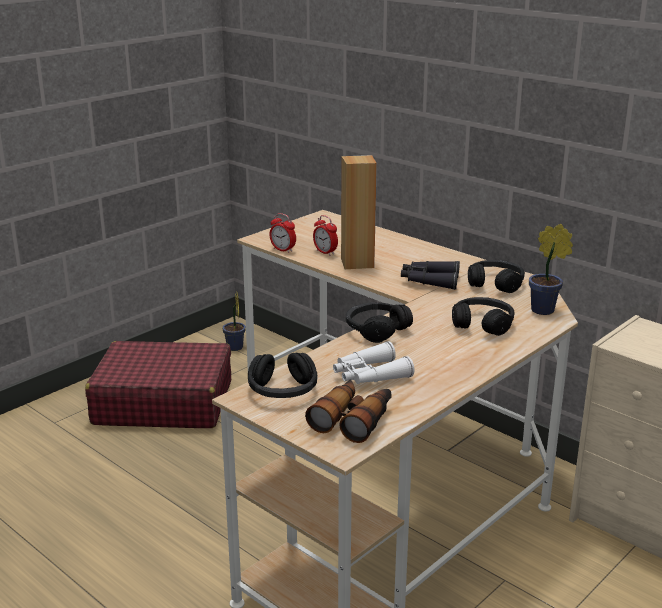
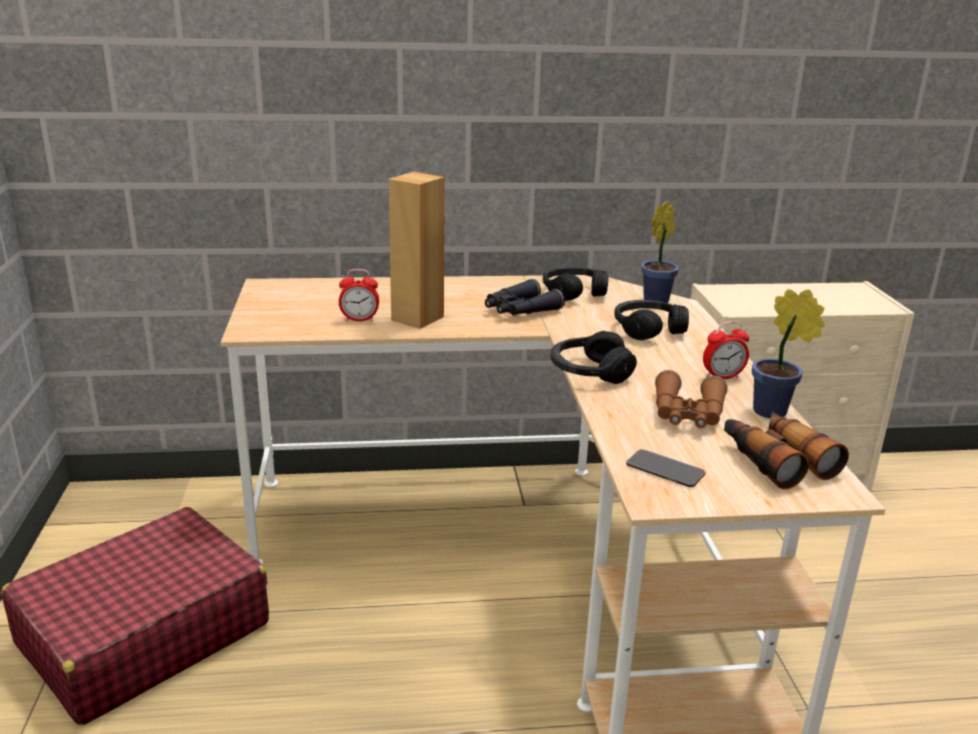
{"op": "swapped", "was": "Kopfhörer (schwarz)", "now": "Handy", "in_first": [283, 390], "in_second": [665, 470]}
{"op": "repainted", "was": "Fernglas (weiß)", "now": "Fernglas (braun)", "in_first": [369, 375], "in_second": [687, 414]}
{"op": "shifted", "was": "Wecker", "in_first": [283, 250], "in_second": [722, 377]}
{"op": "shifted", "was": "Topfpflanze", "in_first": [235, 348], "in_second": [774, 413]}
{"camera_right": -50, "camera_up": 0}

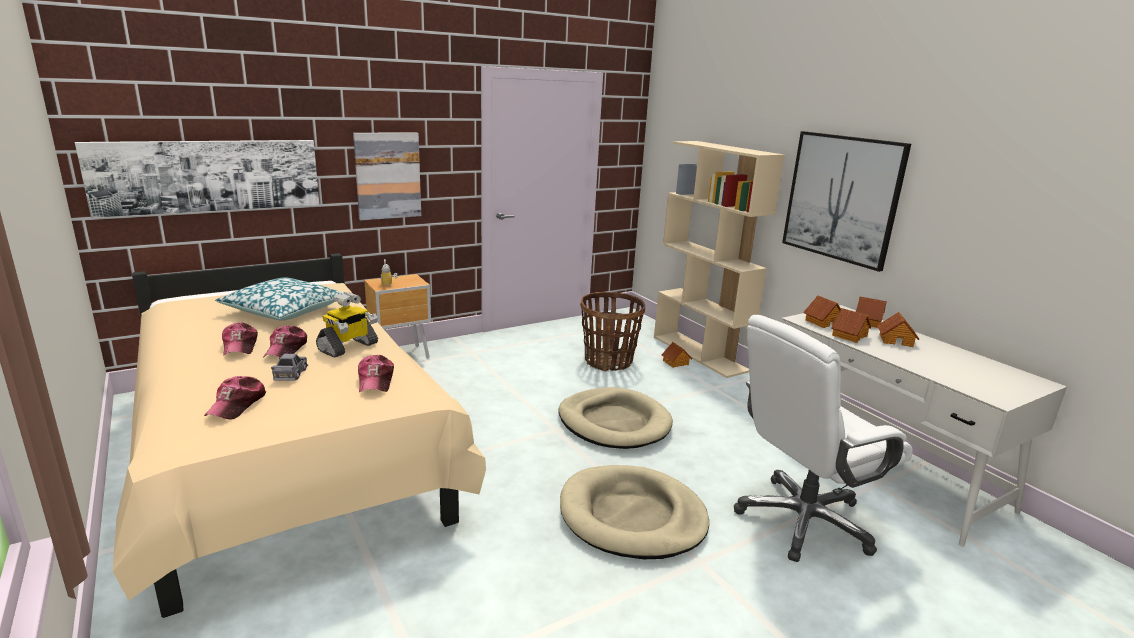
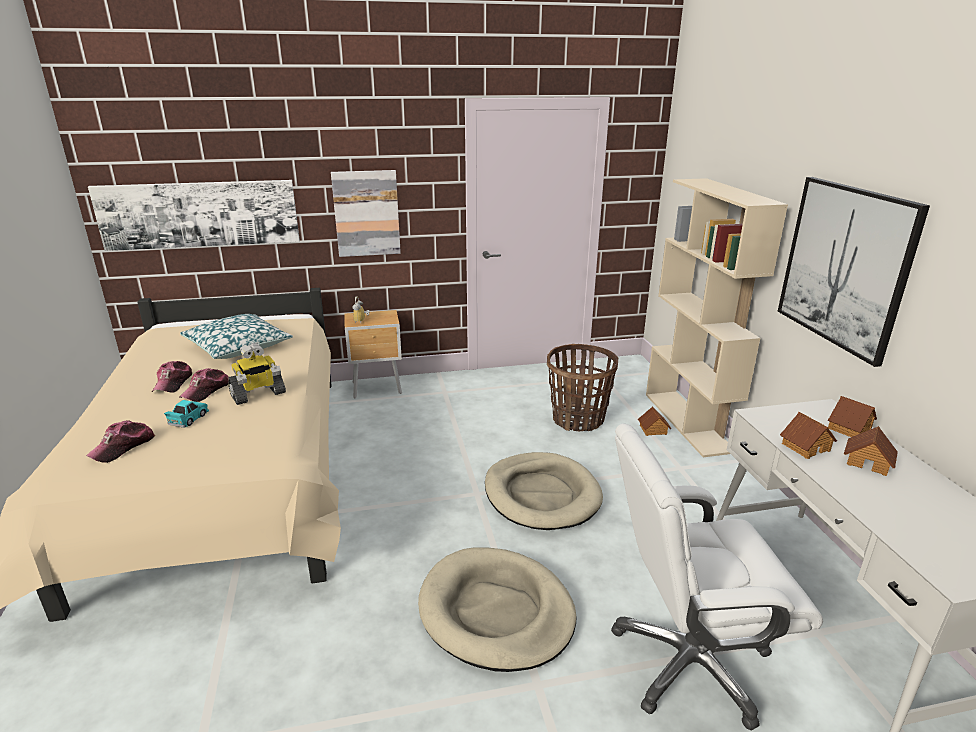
{"op": "repainted", "was": "Spielzeugauto (grau)", "now": "Spielzeugauto (türkis)", "in_first": [291, 374], "in_second": [189, 419]}
{"op": "gone", "was": "Kappe", "in_first": [376, 381]}
{"op": "gone", "was": "Spielzeughaus", "in_first": [822, 322]}
{"camera_right": 20, "camera_up": 5}

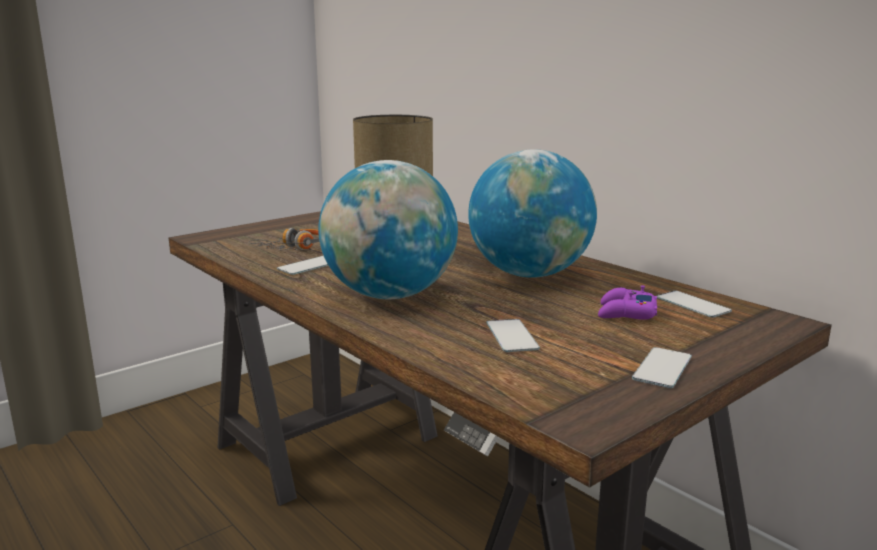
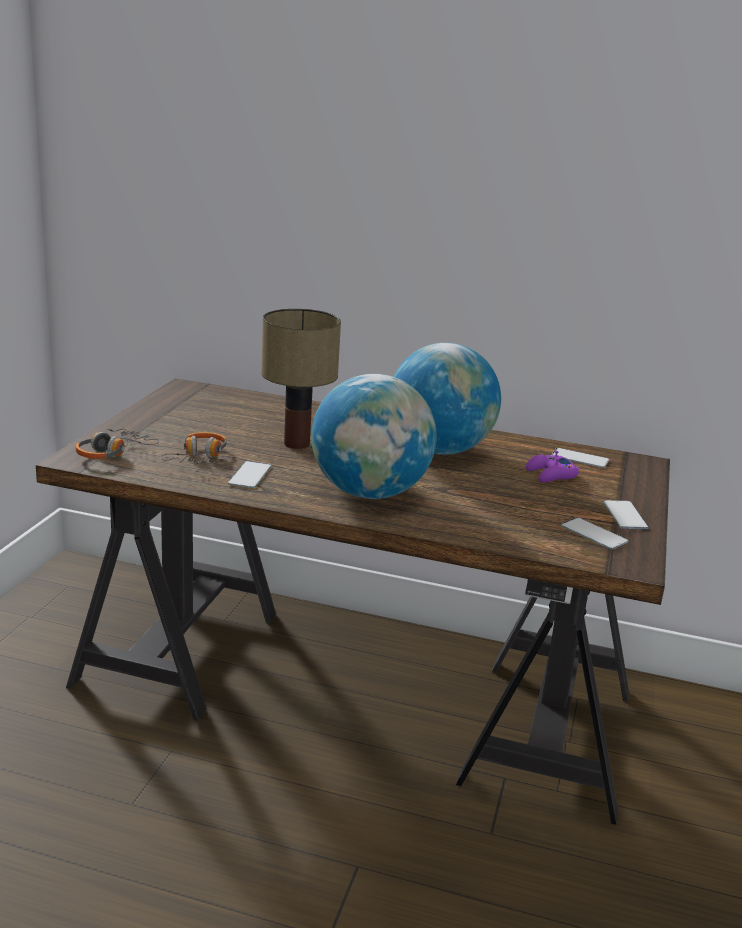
{"op": "new", "now": "Kopfhörer", "in_second": [113, 452]}
{"op": "shifted", "was": "Handy", "in_first": [511, 336], "in_second": [593, 534]}
{"camera_right": -35, "camera_up": 5}

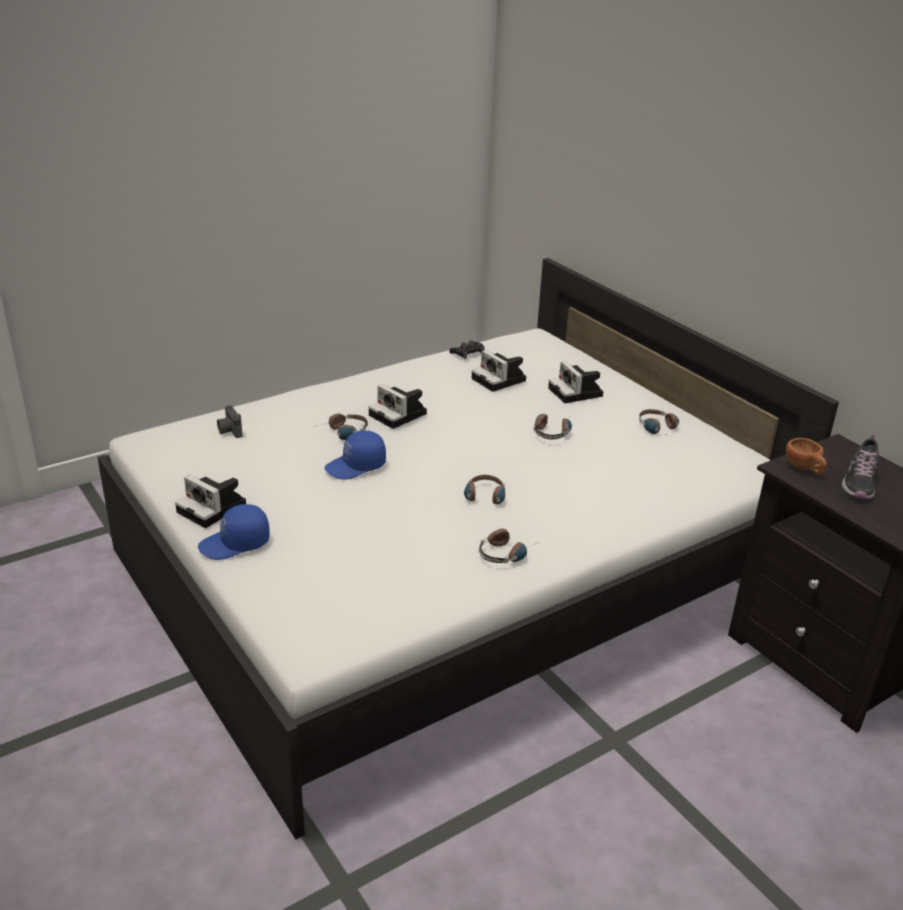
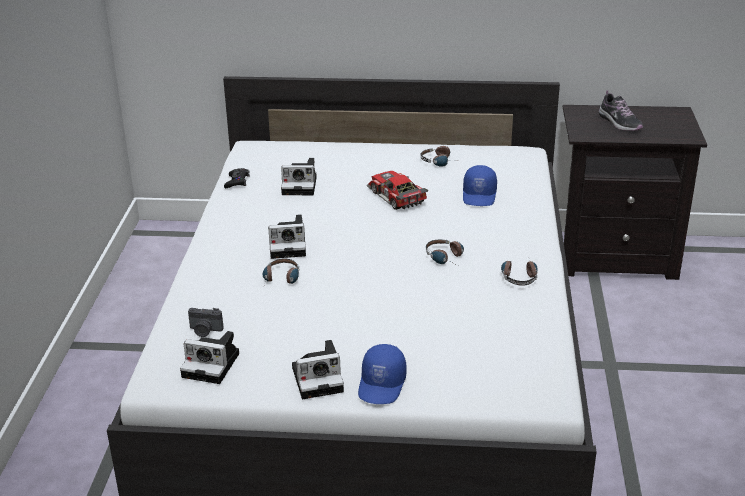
{"op": "shifted", "was": "Kamera", "in_first": [577, 393], "in_second": [213, 365]}
{"op": "swapped", "was": "Kopfhörer", "now": "Spielzeugauto", "in_first": [552, 431], "in_second": [395, 197]}
{"op": "shifted", "was": "Kappe (blau)", "in_first": [356, 466], "in_second": [480, 195]}
{"op": "gone", "was": "Tasse (braun)", "in_first": [804, 468]}
{"camera_right": -50, "camera_up": 0}

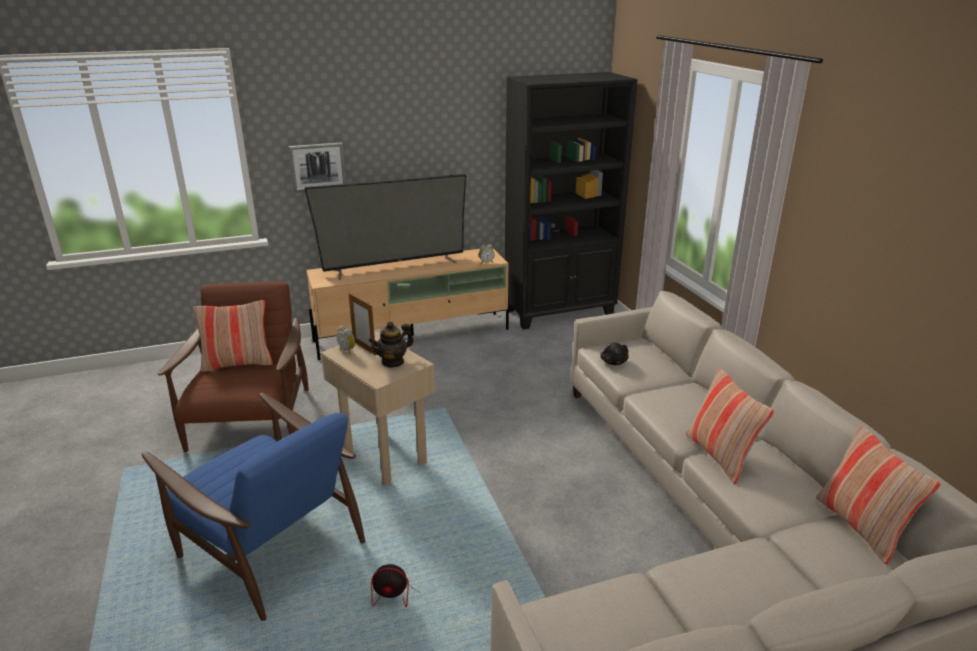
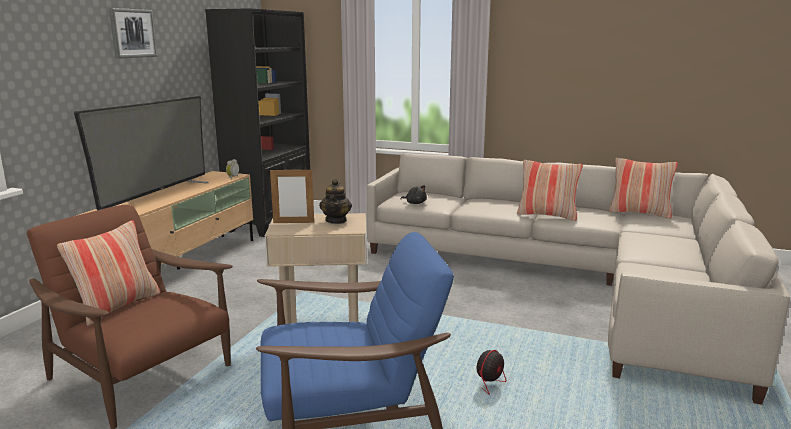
{"op": "shifted", "was": "Bild", "in_first": [318, 167], "in_second": [132, 33]}
{"op": "gone", "was": "Wecker", "in_first": [348, 350]}
{"camera_right": -50, "camera_up": -10}

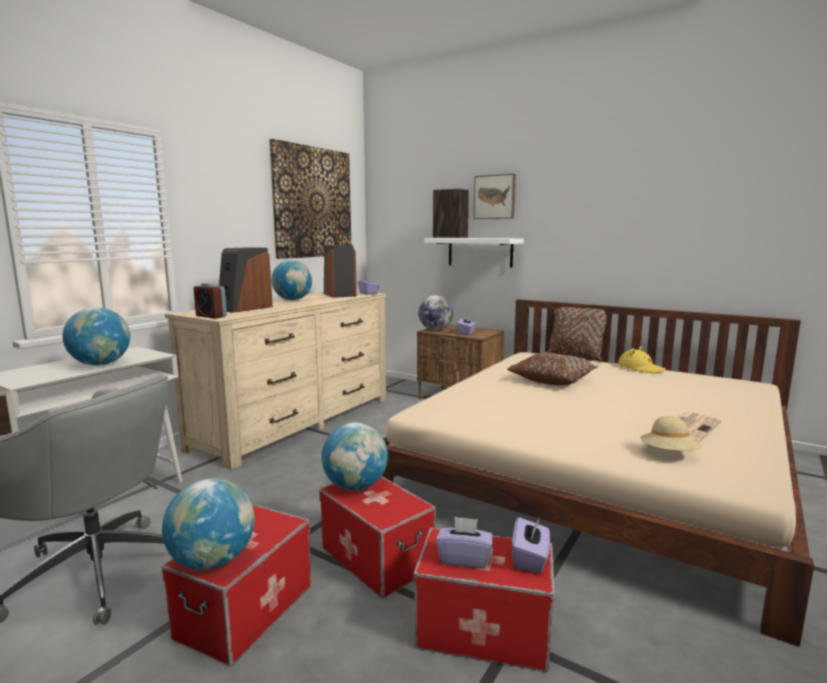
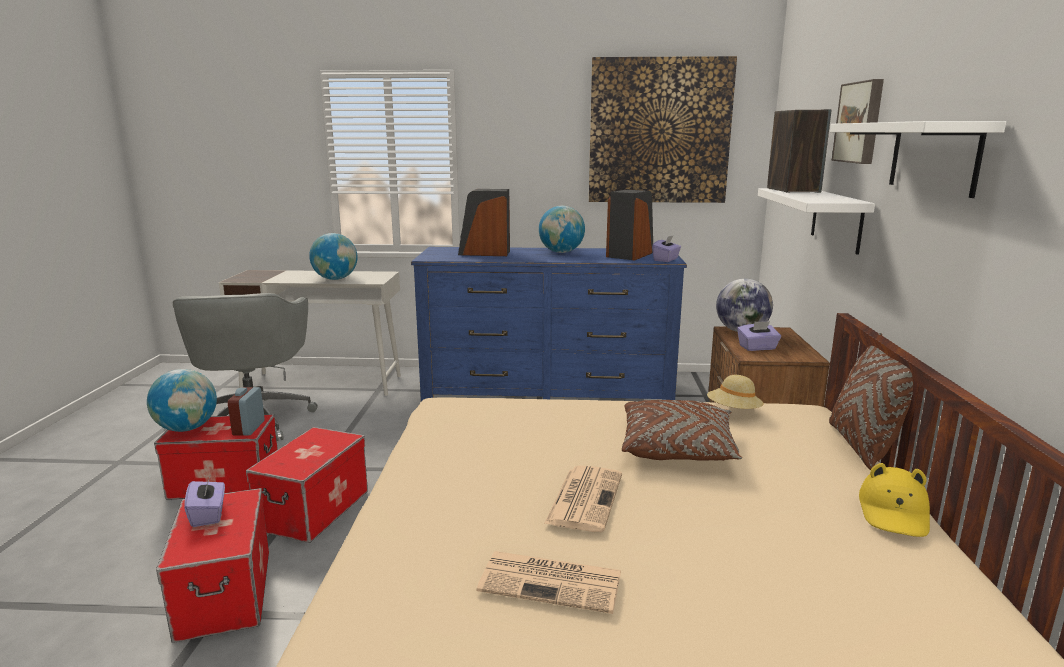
{"op": "shifted", "was": "Wecker", "in_first": [211, 316], "in_second": [249, 428]}
{"op": "repainted", "was": "Kommode (beige)", "now": "Kommode (blau)", "in_first": [297, 422], "in_second": [547, 390]}
{"op": "new", "now": "Zeitung", "in_second": [584, 498]}
{"op": "shifted", "was": "Hut (beige)", "in_first": [669, 454], "in_second": [733, 411]}
{"op": "new", "now": "Wandregal (weiß)", "in_second": [933, 157]}
{"op": "gone", "was": "Globus", "in_first": [355, 486]}
{"op": "gone", "was": "Taschentuchbox (lila)", "in_first": [530, 559]}
{"camera_right": 60, "camera_up": 5}

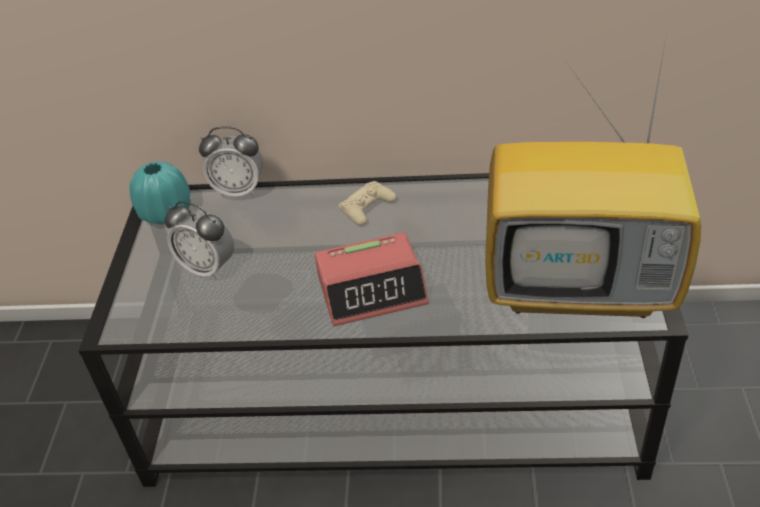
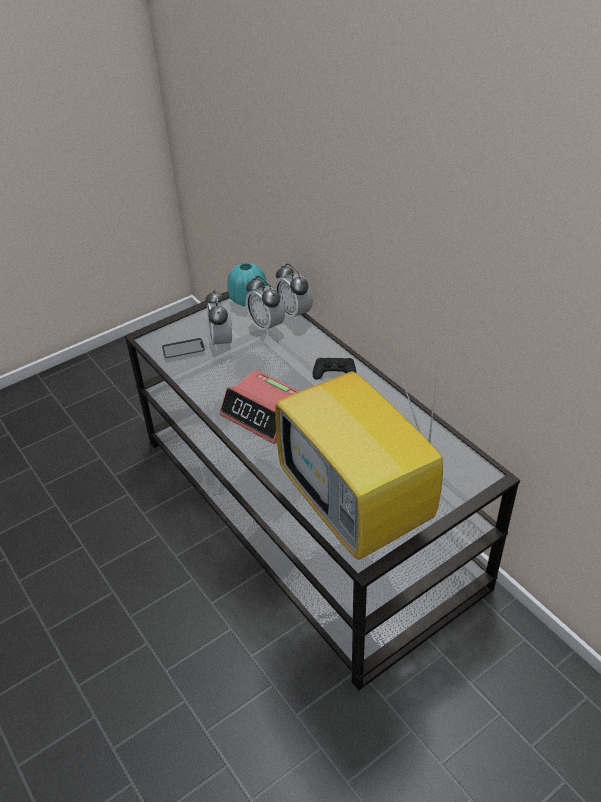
{"op": "new", "now": "Handy", "in_second": [183, 349]}
{"op": "new", "now": "Wecker", "in_second": [266, 326]}
{"op": "repainted", "was": "Gamepad (beige)", "now": "Gamepad (schwarz)", "in_first": [367, 207], "in_second": [334, 372]}
{"camera_right": 50, "camera_up": 0}

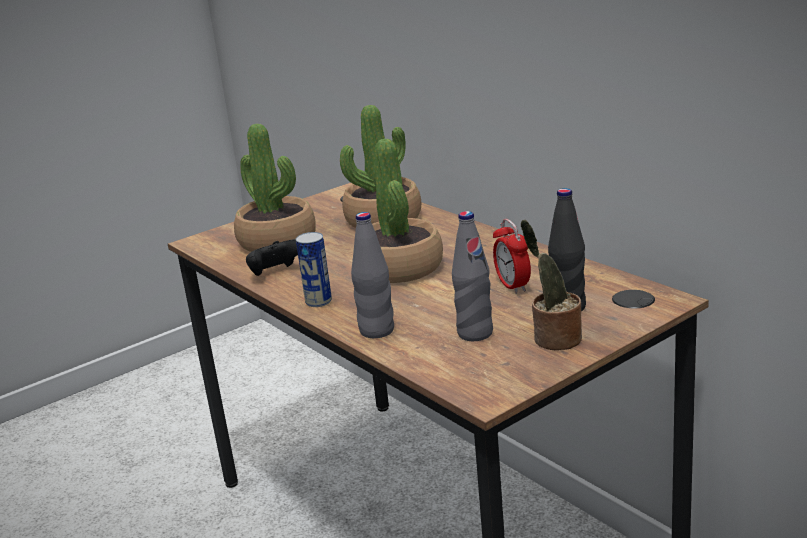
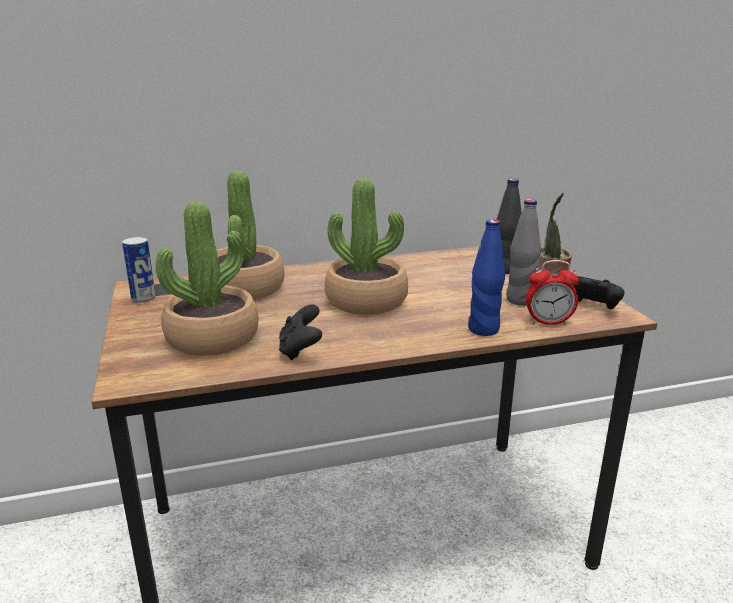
{"op": "shifted", "was": "Dose", "in_first": [318, 301], "in_second": [143, 298]}
{"op": "repainted", "was": "Flasche (grau)", "now": "Flasche (blau)", "in_first": [377, 331], "in_second": [483, 329]}
{"op": "shifted", "was": "Wecker", "in_first": [512, 286], "in_second": [548, 322]}
{"op": "new", "now": "Gamepad (schwarz)", "in_second": [591, 308]}
{"camera_right": -70, "camera_up": 0}

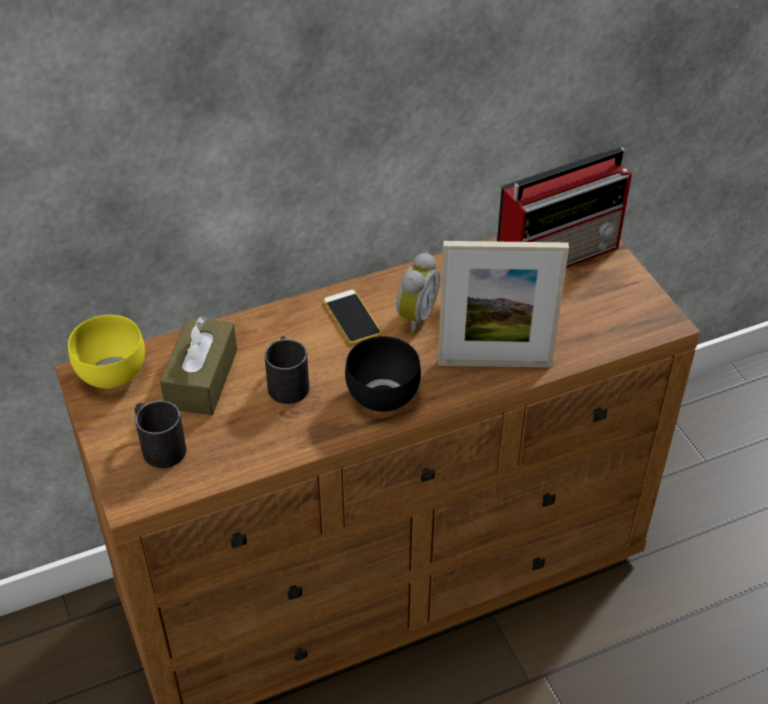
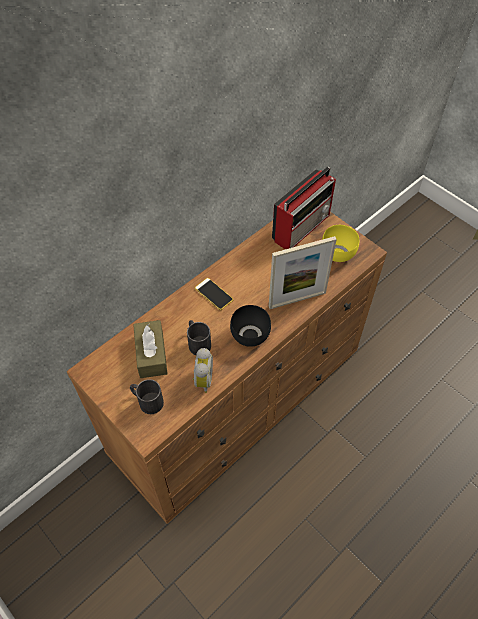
{"op": "shifted", "was": "Wecker", "in_first": [414, 316], "in_second": [202, 380]}
{"op": "shifted", "was": "Schüssel (gelb)", "in_first": [111, 372], "in_second": [336, 253]}
{"camera_right": -20, "camera_up": 10}

